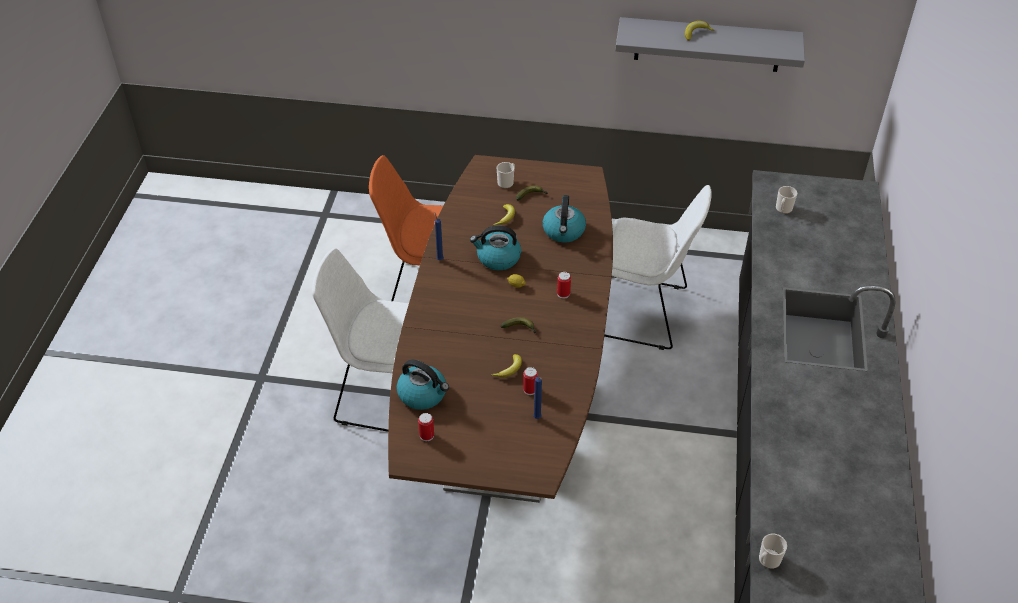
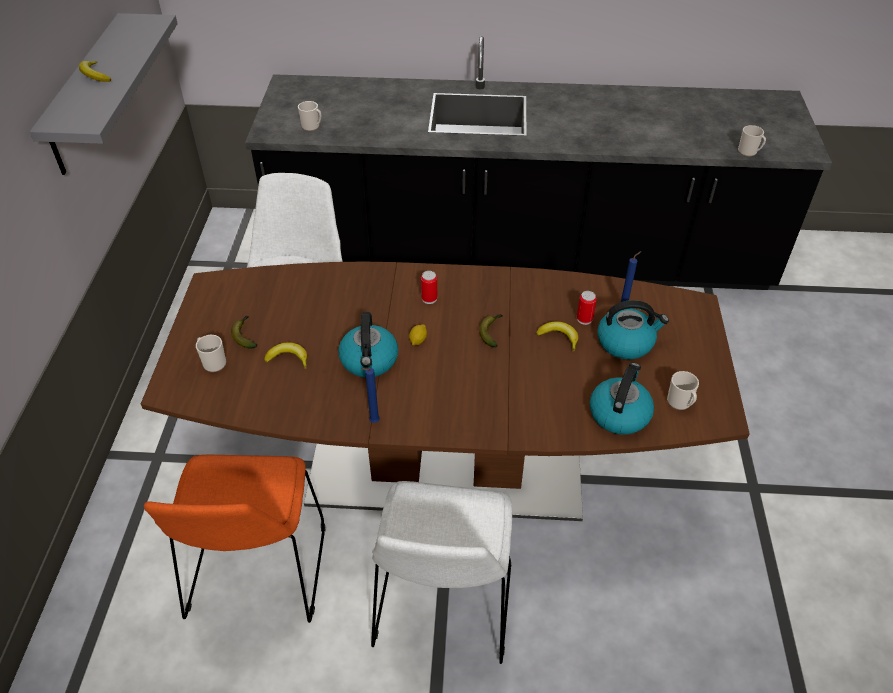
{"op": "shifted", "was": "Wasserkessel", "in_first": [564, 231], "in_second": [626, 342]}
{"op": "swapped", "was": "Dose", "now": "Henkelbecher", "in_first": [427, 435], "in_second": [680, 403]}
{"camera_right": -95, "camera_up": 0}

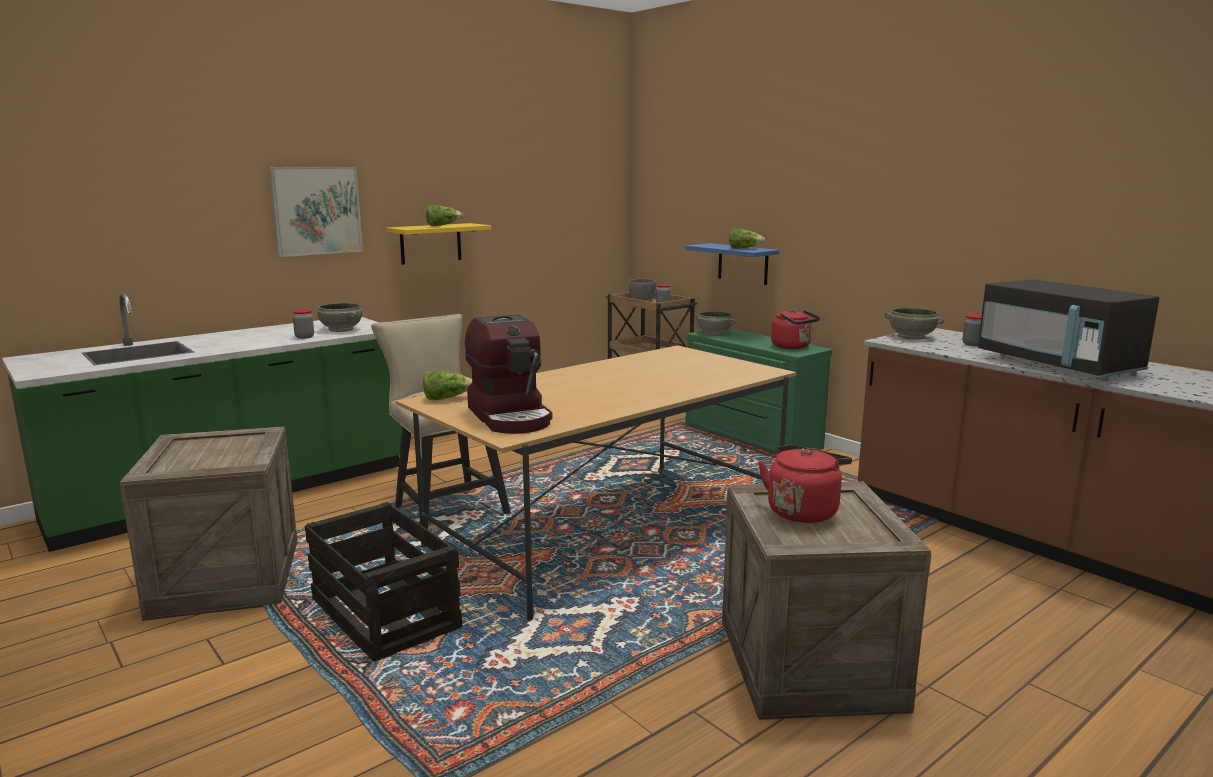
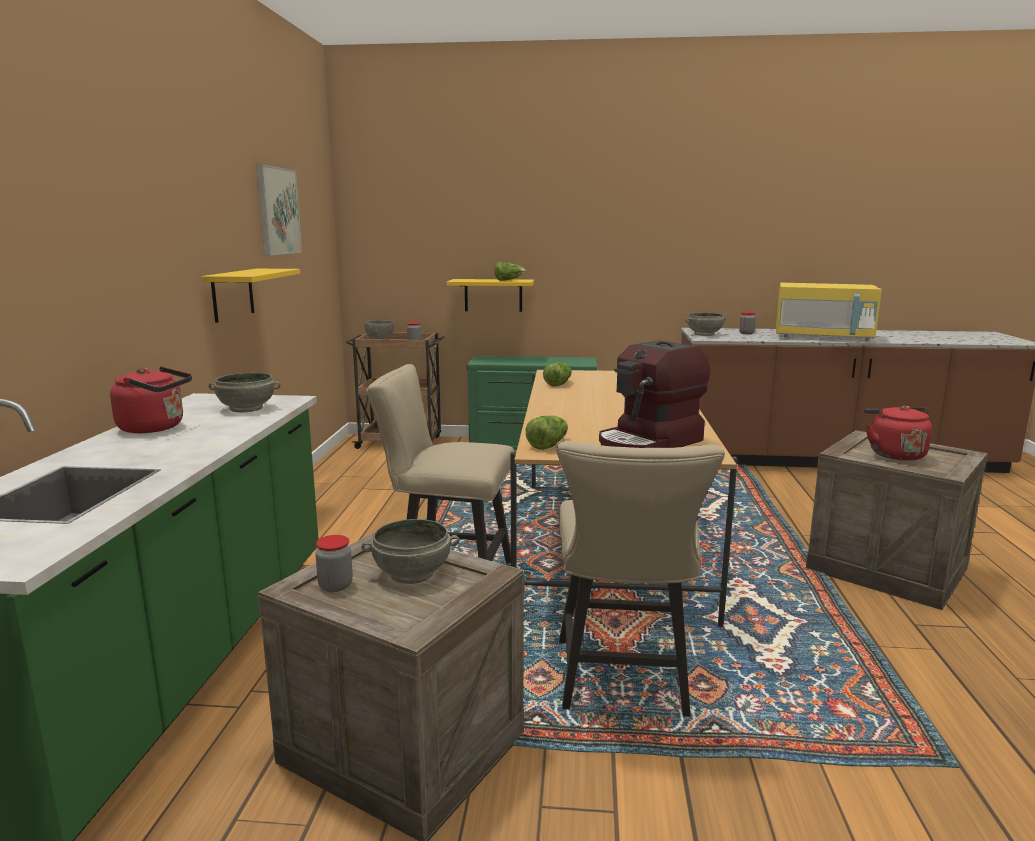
{"op": "shifted", "was": "Wasserkessel (rot)", "in_first": [793, 347], "in_second": [156, 428]}
{"op": "shifted", "was": "Bild", "in_first": [317, 210], "in_second": [278, 211]}
{"op": "shifted", "was": "Vorratsglas", "in_first": [304, 337], "in_second": [335, 586]}
{"op": "shifted", "was": "Schüssel (grau)", "in_first": [714, 334], "in_second": [412, 574]}
{"op": "repainted", "was": "Wandregal (blau)", "now": "Wandregal (gelb)", "in_first": [743, 264], "in_second": [493, 295]}
{"op": "shifted", "was": "Salatkopf", "in_first": [443, 226], "in_second": [558, 384]}
{"op": "swapped", "was": "Kiste", "now": "Stuhl (beige)", "in_first": [383, 613], "in_second": [623, 684]}
{"op": "rotated", "was": "Kaffeemaschine", "in_first": [511, 416], "in_second": [650, 443], "clockwise": 120}
{"op": "repainted", "was": "Mikrowelle (schwarz)", "now": "Mikrowelle (gelb)", "in_first": [1057, 365], "in_second": [822, 337]}
{"camera_right": -45, "camera_up": 0}

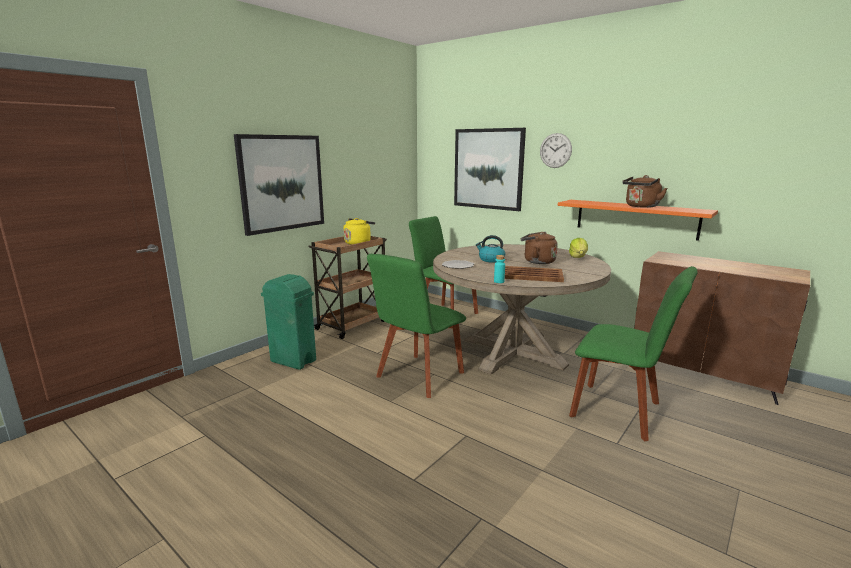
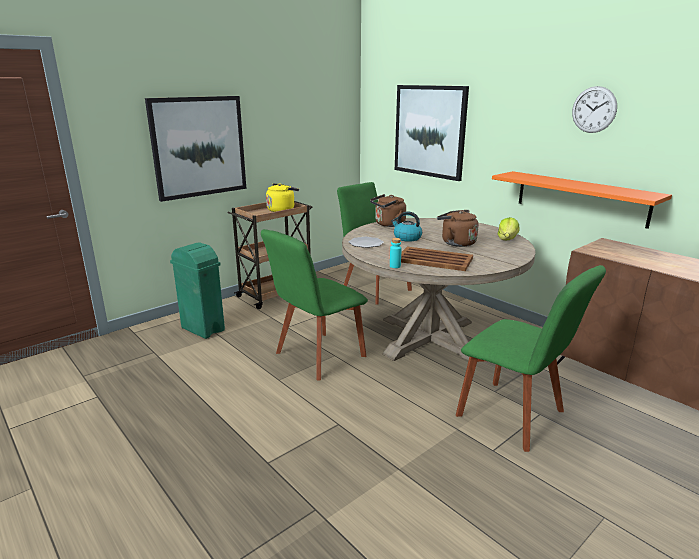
{"op": "shifted", "was": "Wasserkessel (braun)", "in_first": [641, 206], "in_second": [388, 224]}
{"op": "shifted", "was": "Wanduhr", "in_first": [555, 150], "in_second": [594, 109]}
{"camera_right": 10, "camera_up": 5}

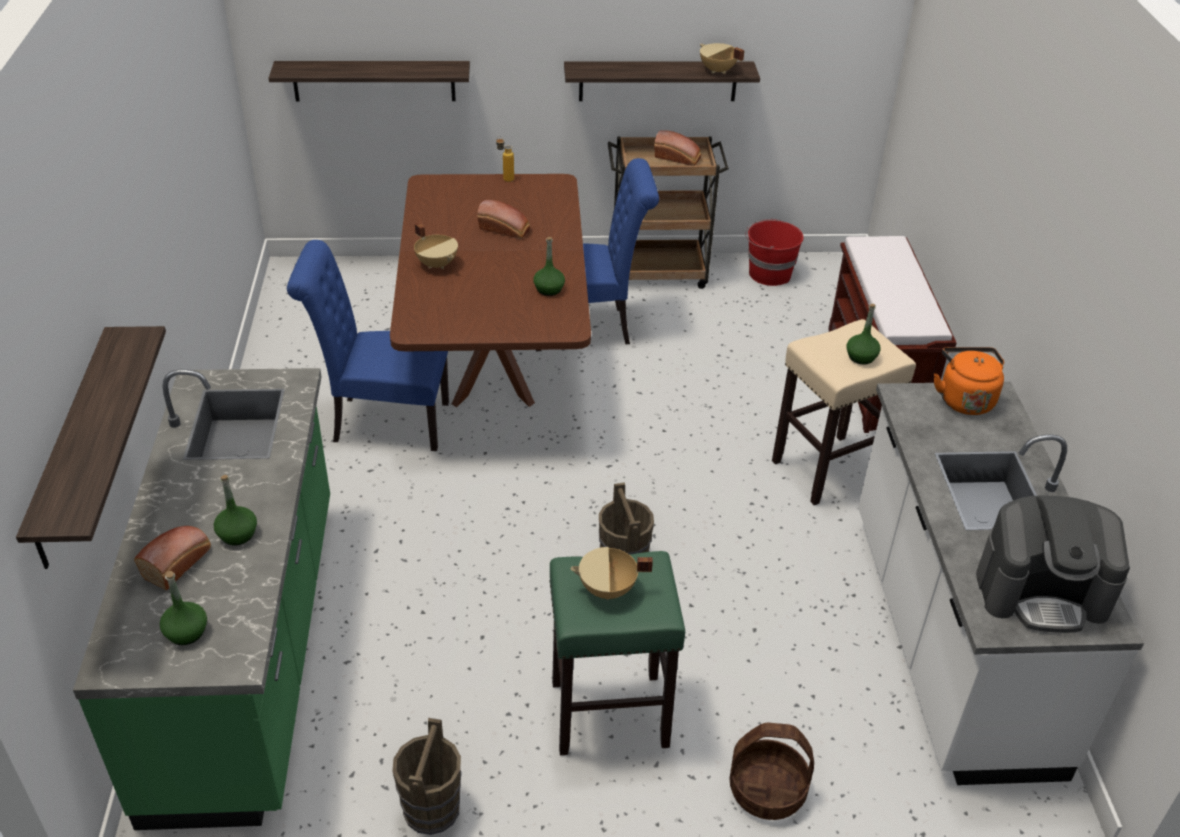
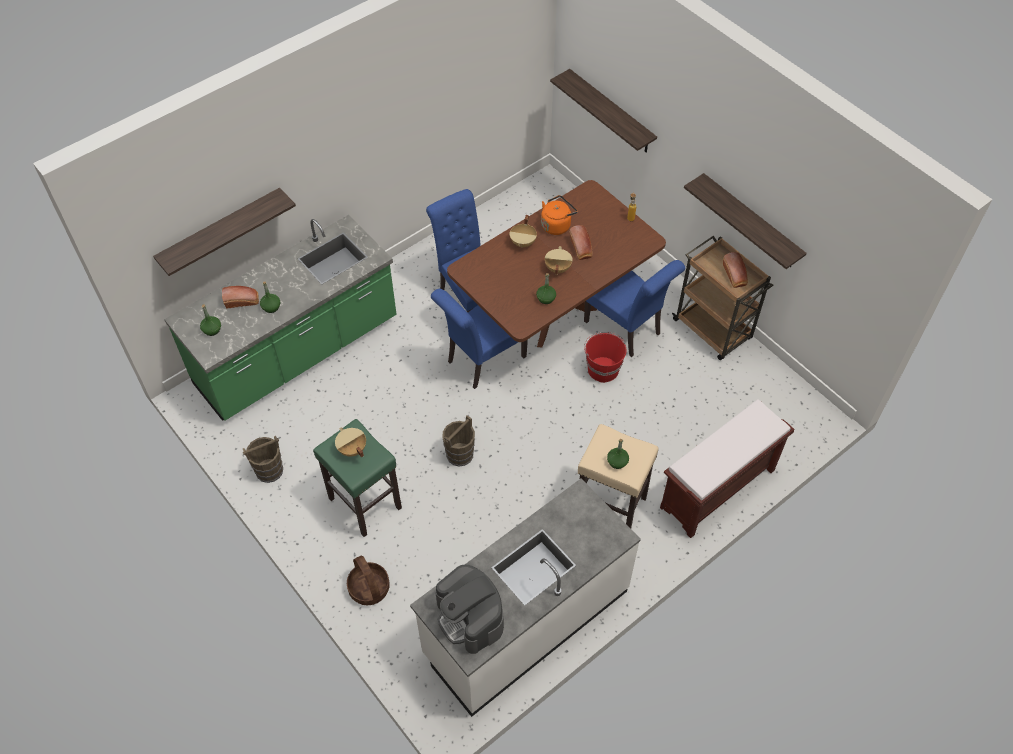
{"op": "new", "now": "Stuhl (blau)", "in_second": [482, 361]}
{"op": "shifted", "was": "Wasserkessel (orange)", "in_first": [964, 399], "in_second": [557, 225]}
{"op": "shifted", "was": "Kochtopf (beige)", "in_first": [717, 71], "in_second": [557, 268]}
{"op": "shifted", "was": "Eimer (rot)", "in_first": [768, 274], "in_second": [602, 369]}
{"camera_right": 55, "camera_up": 15}

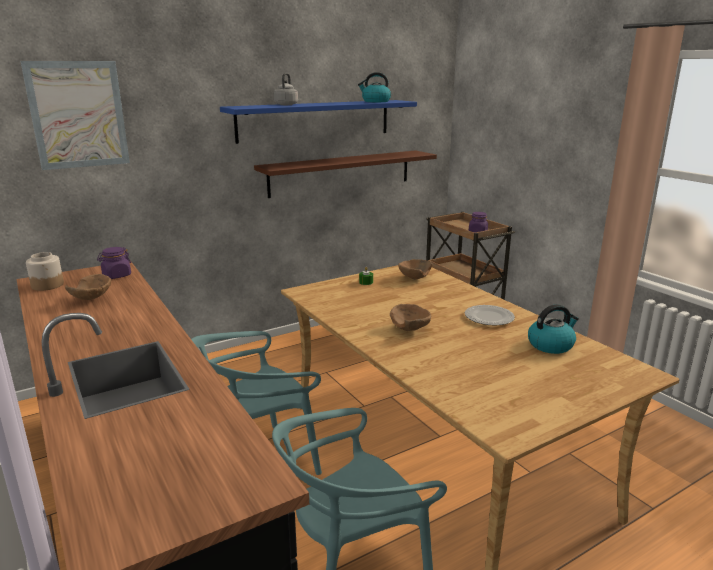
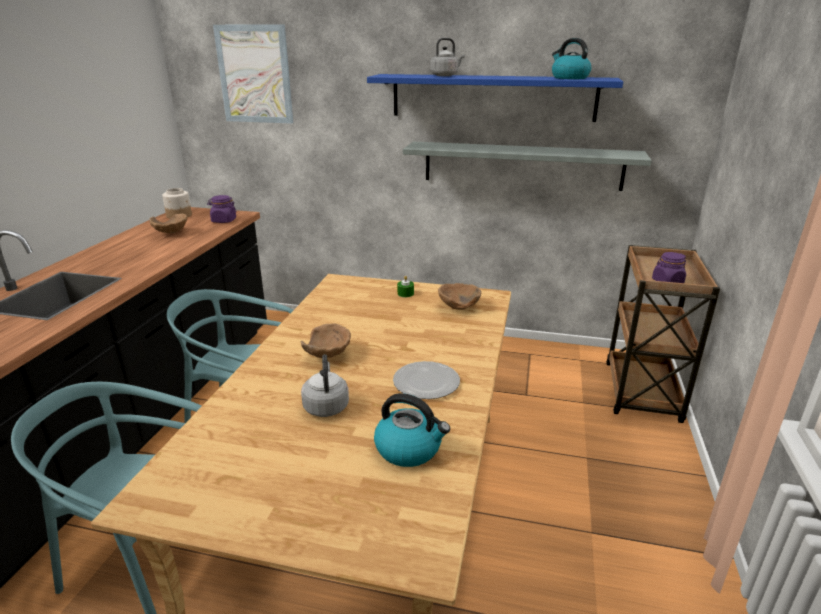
{"op": "new", "now": "Wasserkessel (grau)", "in_second": [326, 406]}
{"op": "repainted", "was": "Wandregal (braun)", "now": "Wandregal (grau)", "in_first": [341, 173], "in_second": [522, 165]}
{"camera_right": 45, "camera_up": 5}

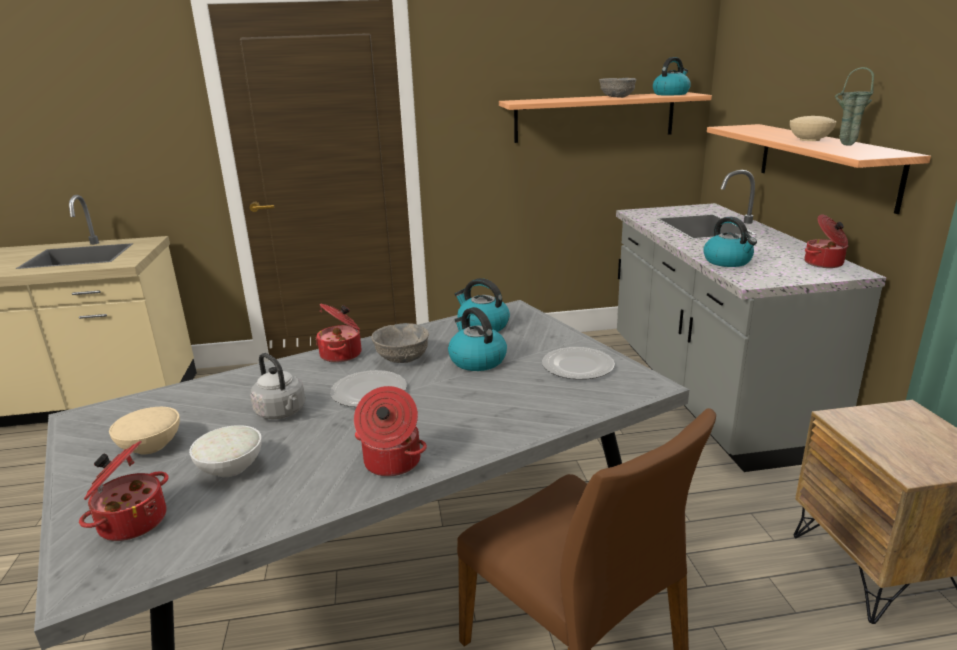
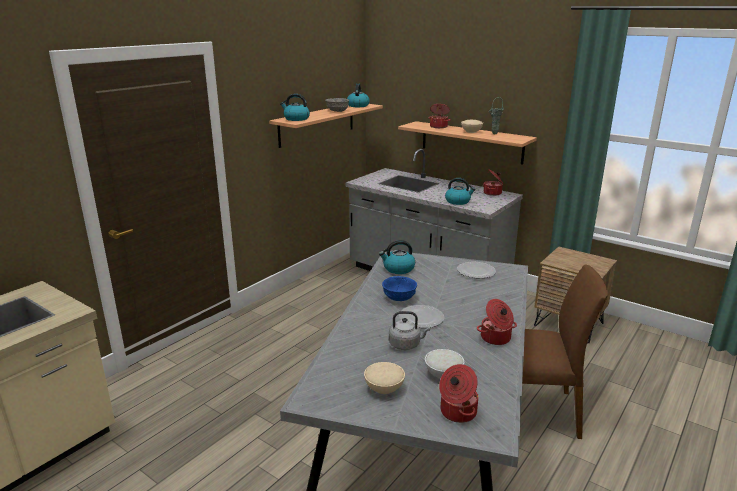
{"op": "shifted", "was": "Wasserkessel", "in_first": [476, 360], "in_second": [296, 119]}
{"op": "repainted", "was": "Schüssel (grau)", "now": "Schüssel (blau)", "in_first": [402, 358], "in_second": [398, 298]}
{"op": "shifted", "was": "Kochtopf", "in_first": [342, 354], "in_second": [439, 126]}
{"camera_right": -45, "camera_up": 0}

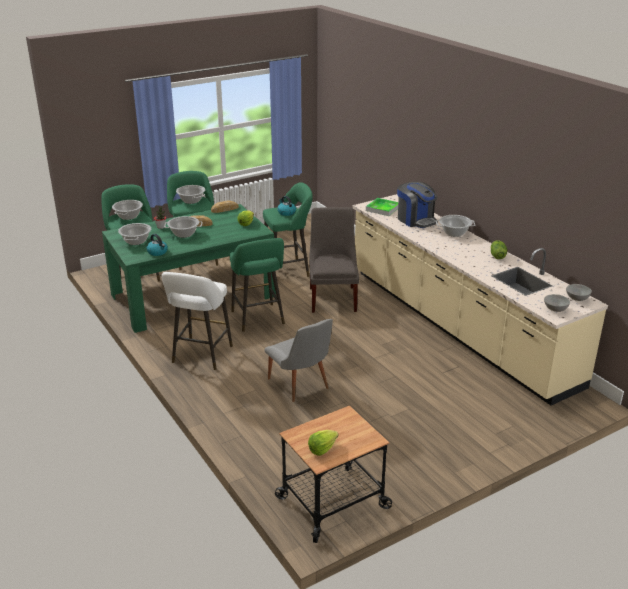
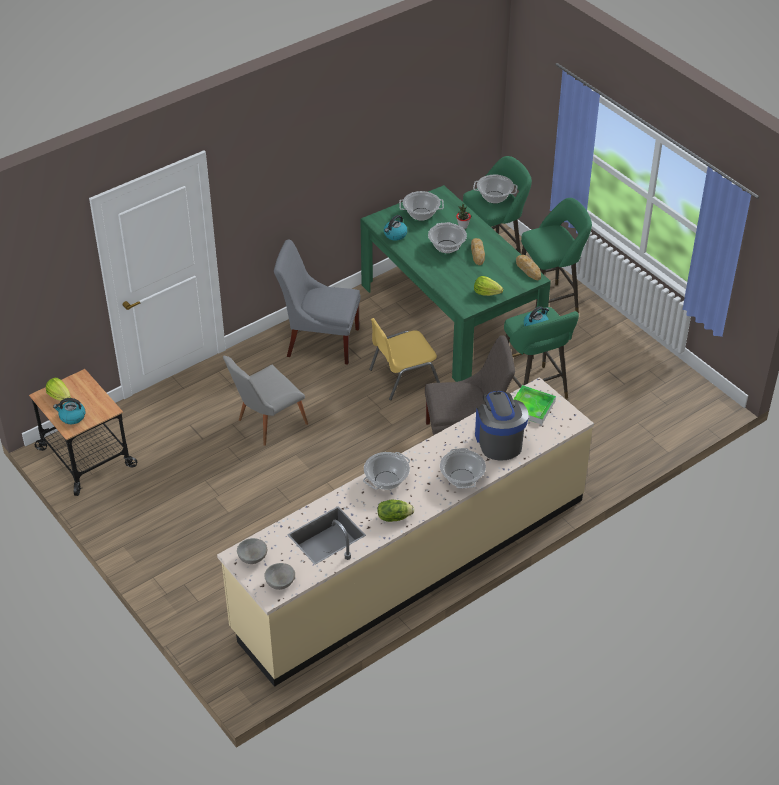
{"op": "new", "now": "Wasserkessel", "in_second": [72, 417]}
{"op": "swapped", "was": "Hocker (weiß)", "now": "Stuhl (grau)", "in_first": [201, 356], "in_second": [319, 341]}
{"op": "shifted", "was": "Kochtopf", "in_first": [191, 200], "in_second": [386, 481]}
{"op": "swapped", "was": "Hocker (grün)", "now": "Stuhl (gelb)", "in_first": [258, 319], "in_second": [403, 377]}
{"op": "rotated", "was": "Kaffeemaschine", "in_first": [416, 220], "in_second": [499, 440], "clockwise": 120}
{"camera_right": 85, "camera_up": 15}

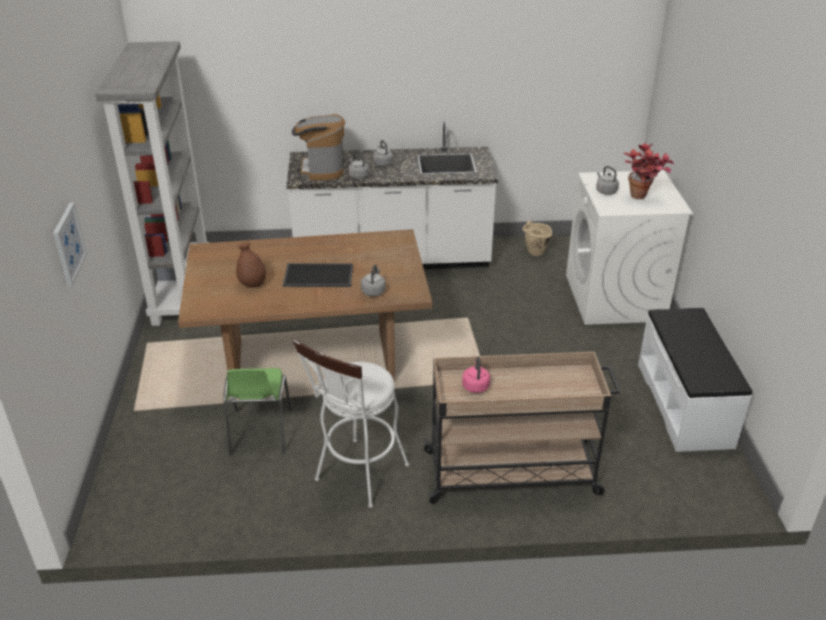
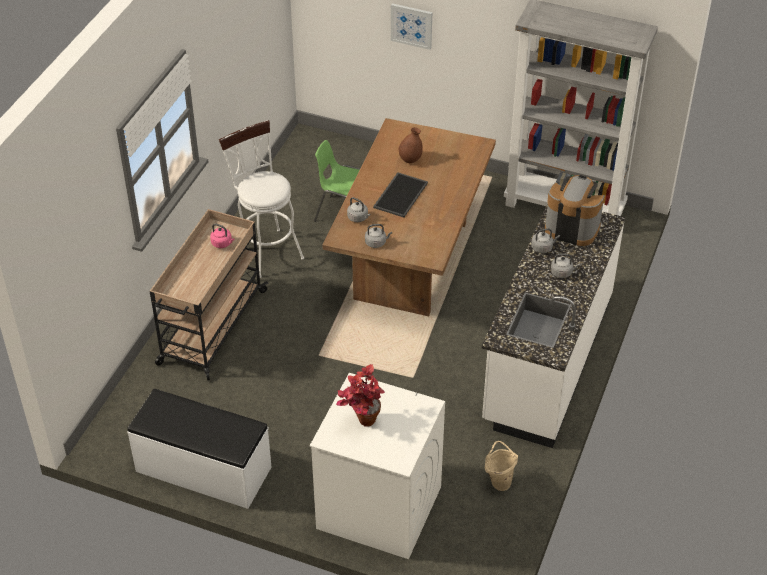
{"op": "shifted", "was": "Wasserkessel (grau)", "in_first": [605, 191], "in_second": [376, 242]}
{"camera_right": 115, "camera_up": 10}

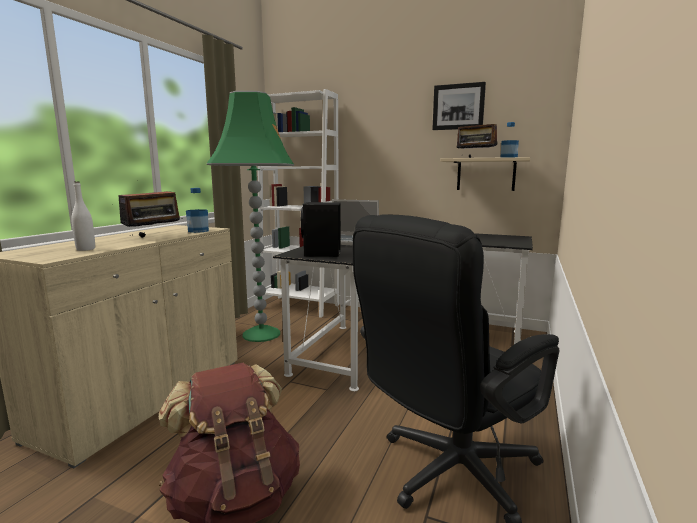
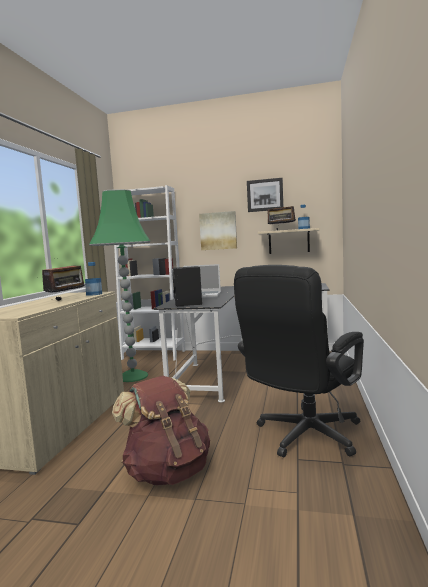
{"op": "new", "now": "Bild", "in_second": [218, 231]}
{"op": "gone", "was": "Flasche (weiß)", "in_first": [86, 249]}
{"camera_right": -10, "camera_up": -5}

